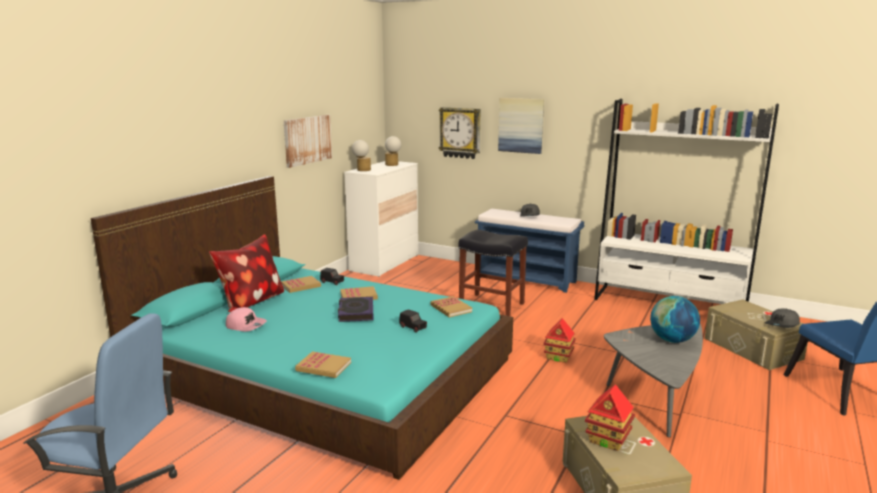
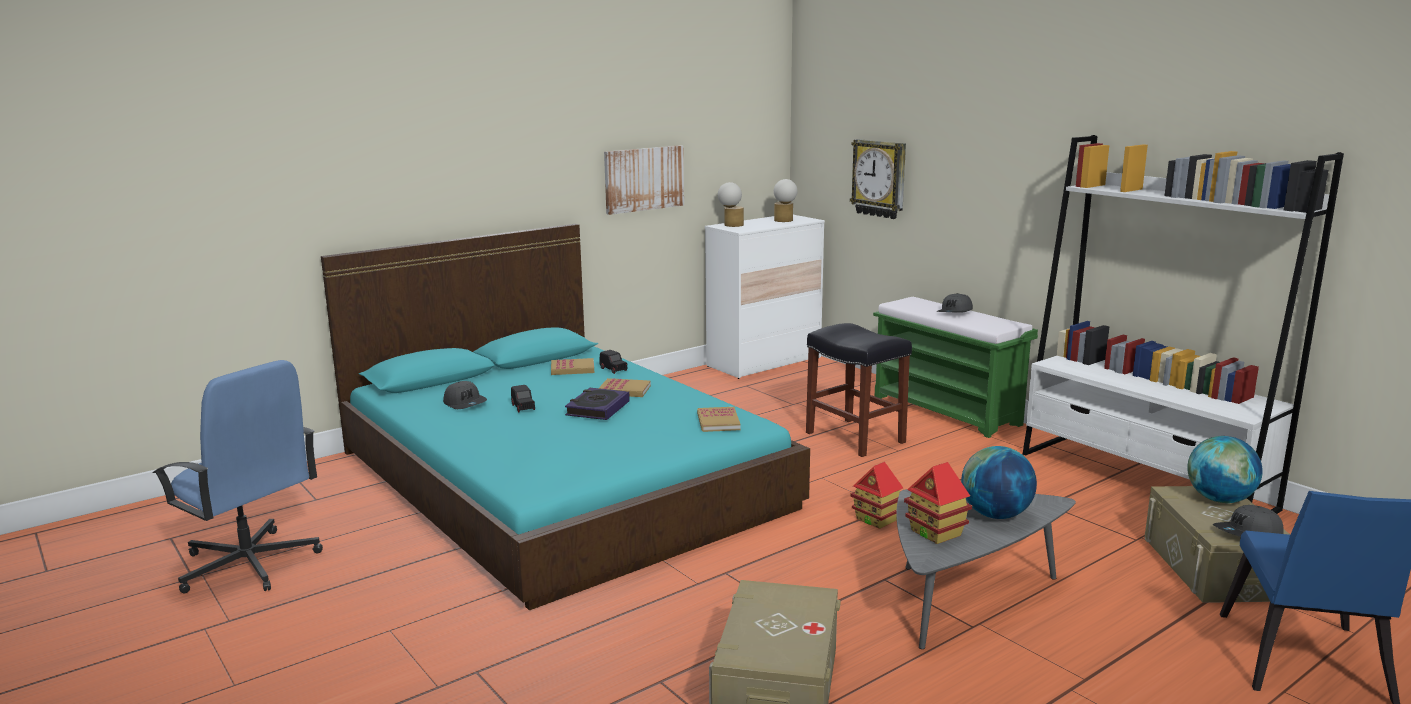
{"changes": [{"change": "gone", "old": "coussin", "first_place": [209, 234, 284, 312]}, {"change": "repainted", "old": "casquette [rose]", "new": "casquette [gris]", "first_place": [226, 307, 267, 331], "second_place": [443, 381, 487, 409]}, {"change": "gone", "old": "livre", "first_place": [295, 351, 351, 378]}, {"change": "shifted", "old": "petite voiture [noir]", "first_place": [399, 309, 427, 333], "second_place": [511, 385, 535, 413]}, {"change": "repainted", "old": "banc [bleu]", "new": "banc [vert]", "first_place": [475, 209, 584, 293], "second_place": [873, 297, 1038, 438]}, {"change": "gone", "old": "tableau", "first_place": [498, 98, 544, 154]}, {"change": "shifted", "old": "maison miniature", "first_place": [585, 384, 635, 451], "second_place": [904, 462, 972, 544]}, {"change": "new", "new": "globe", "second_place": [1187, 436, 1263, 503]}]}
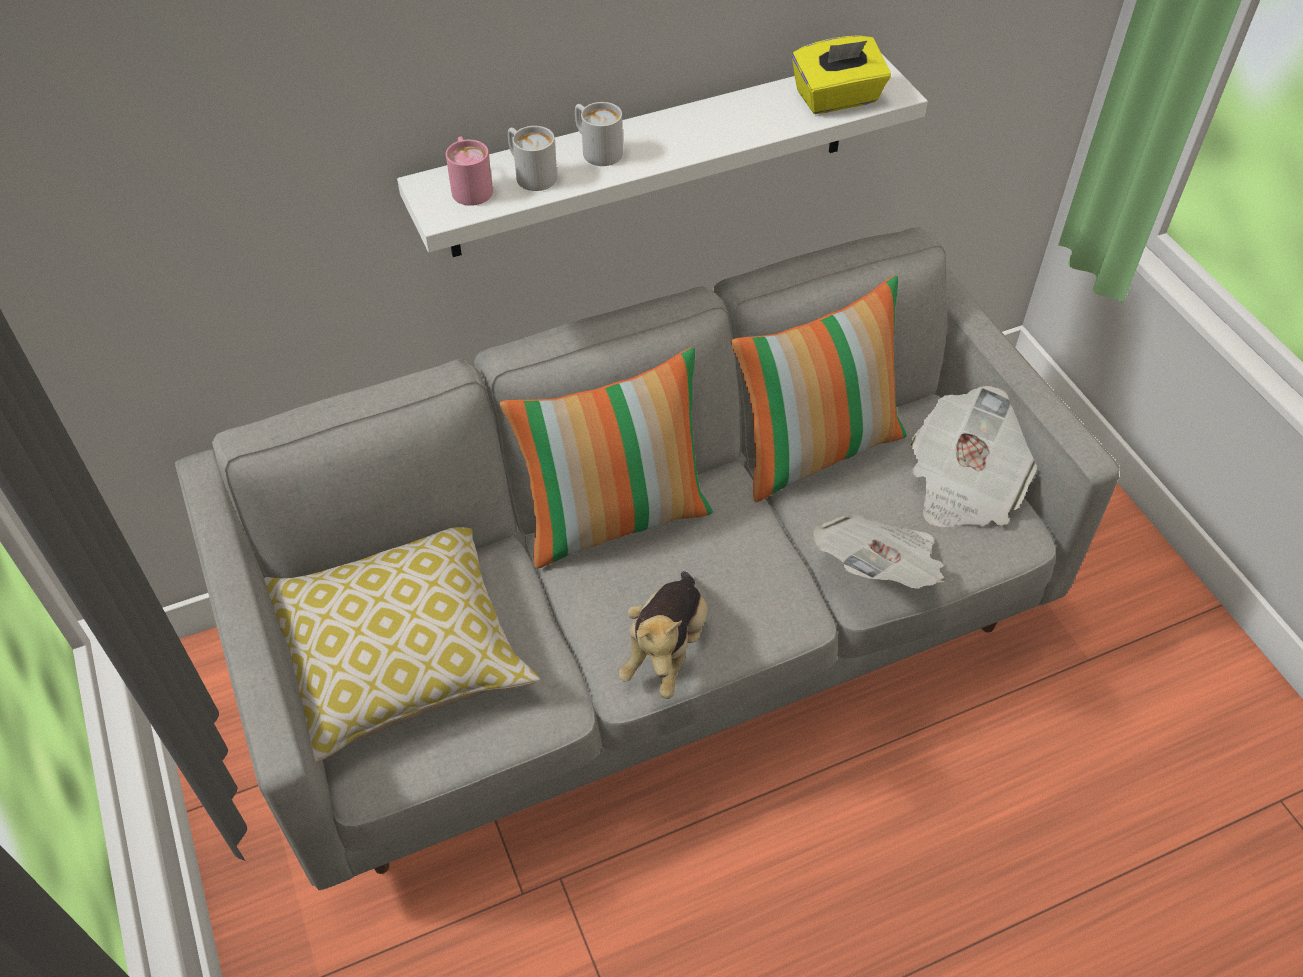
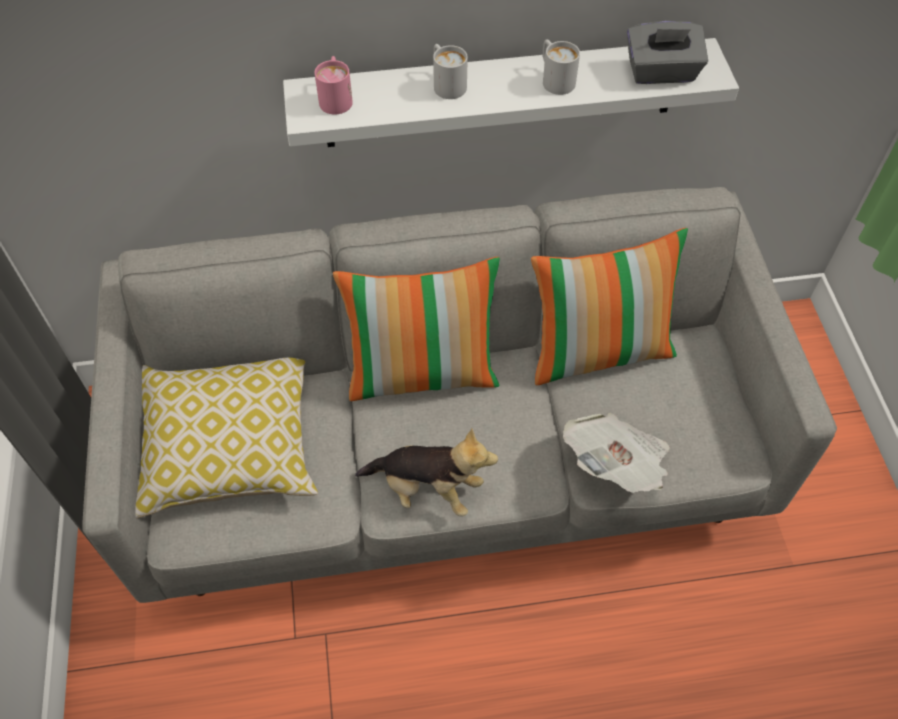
{"changes": [{"change": "shifted", "old": "mug [blanc]", "first_place": [508, 126, 557, 191], "second_place": [543, 39, 580, 95]}, {"change": "rotated", "old": "peluche", "first_place": [619, 571, 707, 699], "second_place": [355, 428, 498, 517], "degrees": -105}, {"change": "repainted", "old": "boîte à mouchoirs [jaune]", "new": "boîte à mouchoirs [gris]", "first_place": [792, 35, 891, 114], "second_place": [627, 21, 708, 84]}, {"change": "gone", "old": "journal", "first_place": [911, 386, 1037, 527]}]}
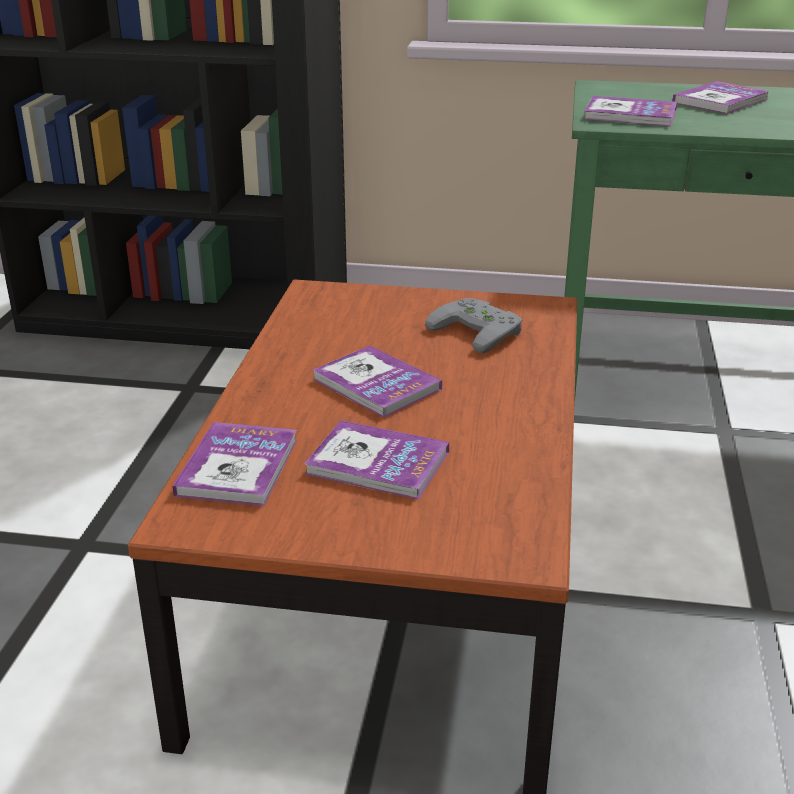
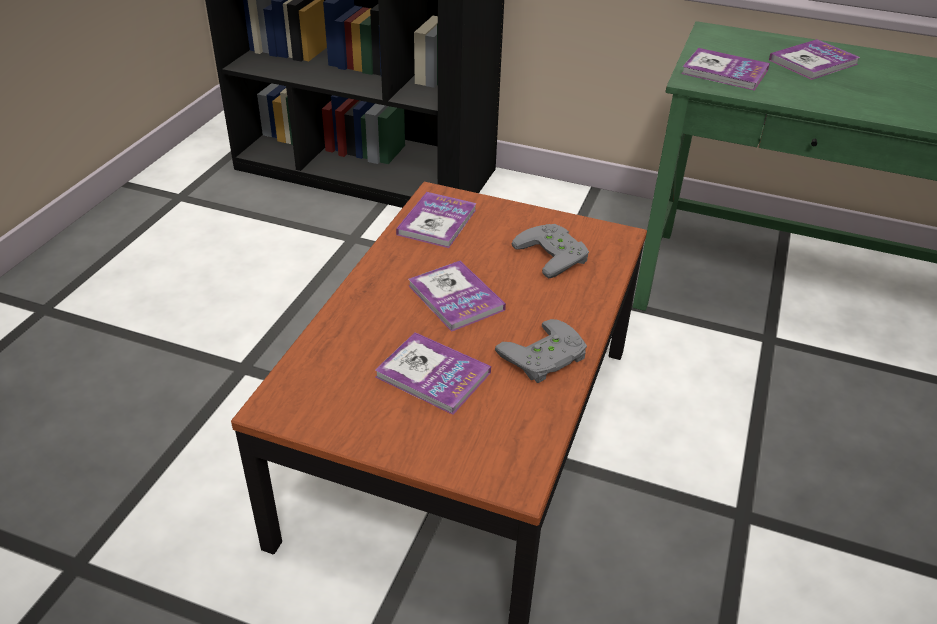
{"changes": [{"change": "shifted", "old": "livre", "first_place": [172, 422, 297, 506], "second_place": [396, 192, 477, 248]}, {"change": "new", "new": "manette [gris]", "second_place": [495, 319, 587, 383]}]}
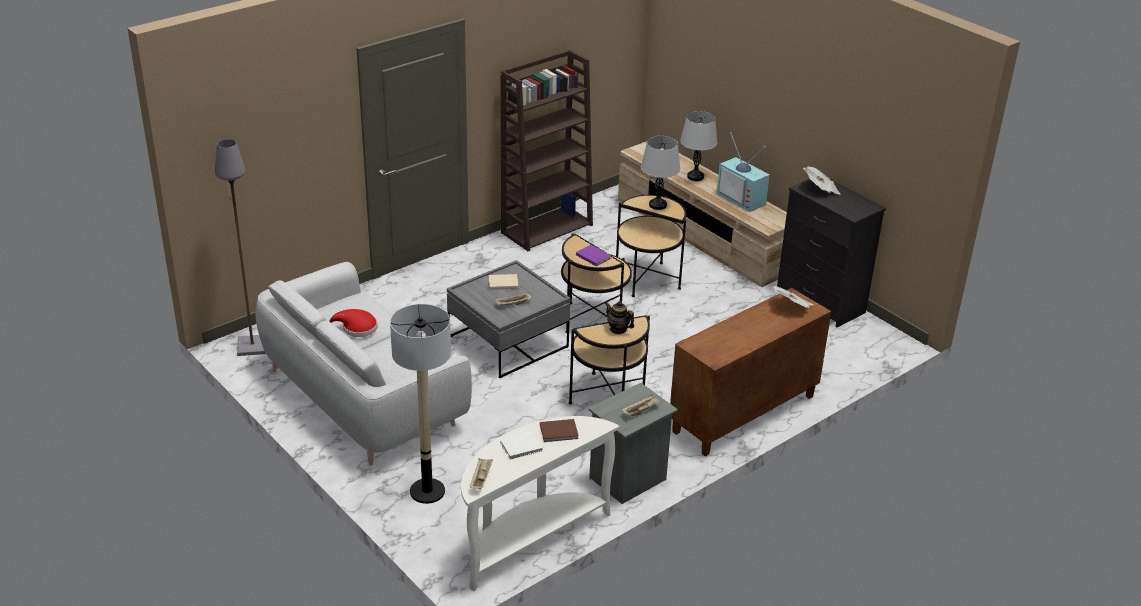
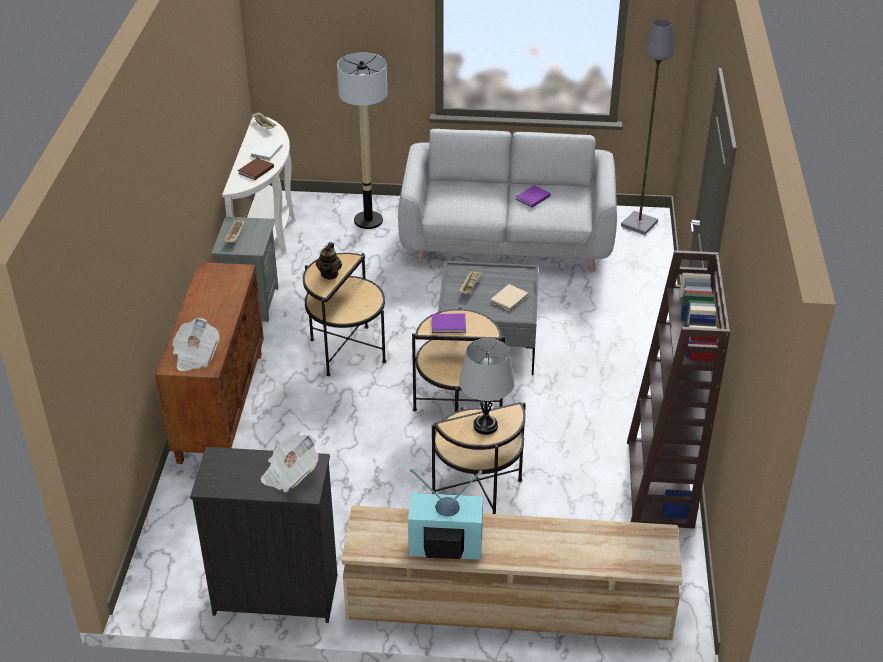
{"changes": [{"change": "swapped", "old": "chapeau [rouge]", "new": "livre [violet]", "first_place": [329, 309, 377, 337], "second_place": [516, 185, 551, 208]}, {"change": "rotated", "old": "théière", "first_place": [605, 301, 634, 334], "second_place": [316, 242, 342, 279], "degrees": 105}, {"change": "gone", "old": "lampe de table [gris]", "first_place": [680, 111, 717, 181]}]}
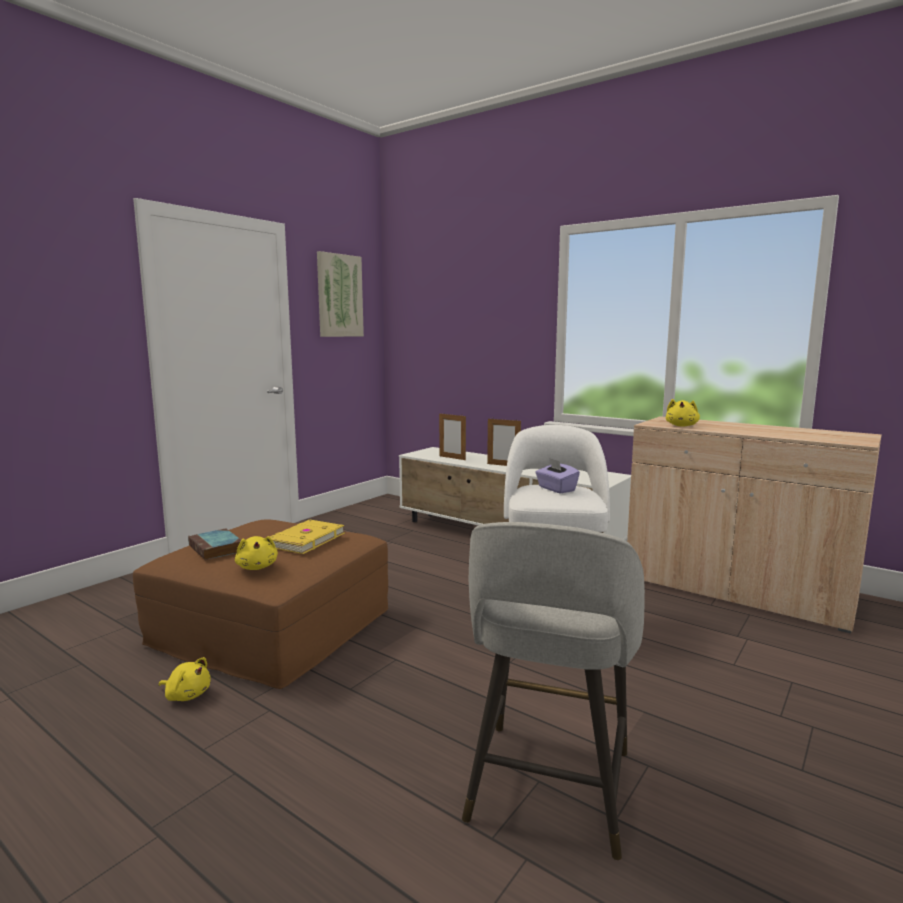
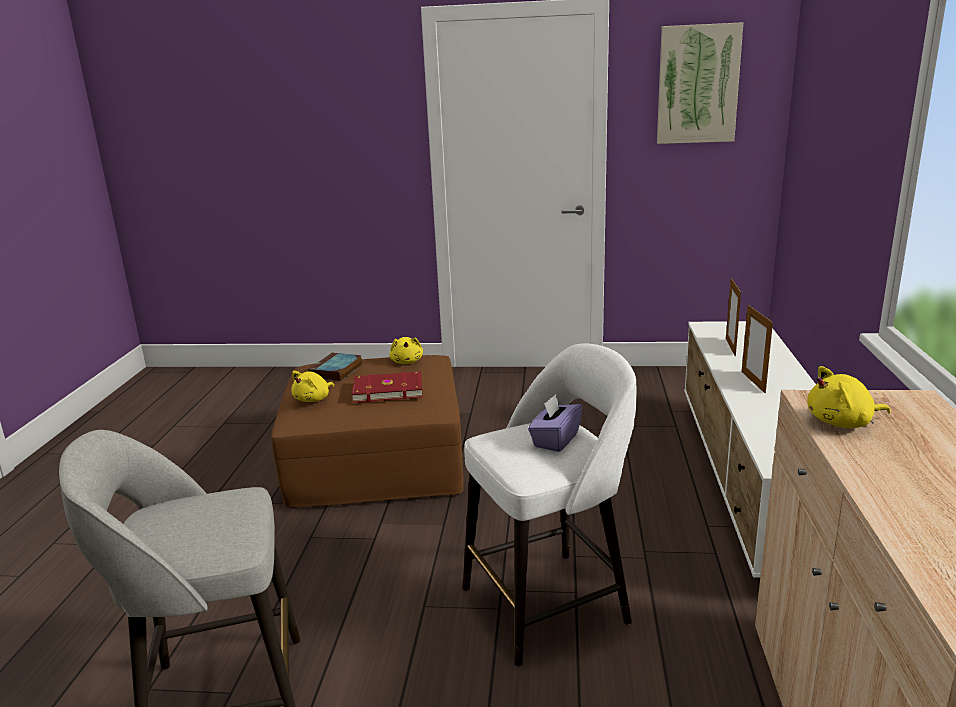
{"changes": [{"change": "shifted", "old": "peluche [jaune]", "first_place": [159, 657, 211, 701], "second_place": [389, 337, 423, 364]}, {"change": "repainted", "old": "livre [jaune]", "new": "livre [rouge]", "first_place": [270, 519, 345, 554], "second_place": [352, 371, 423, 403]}]}
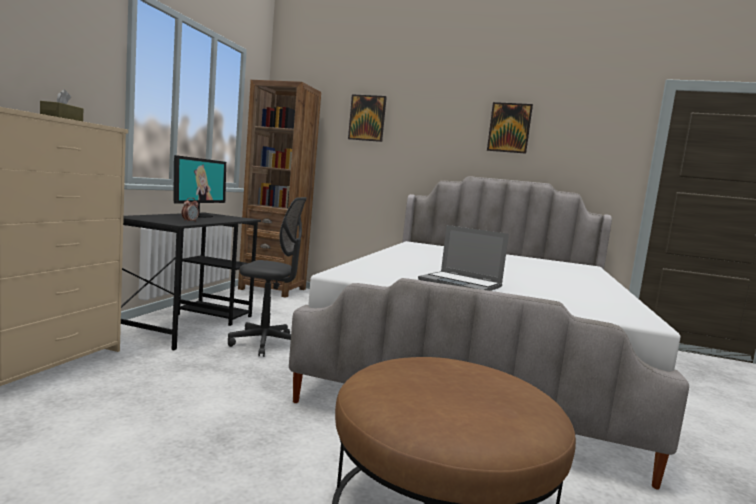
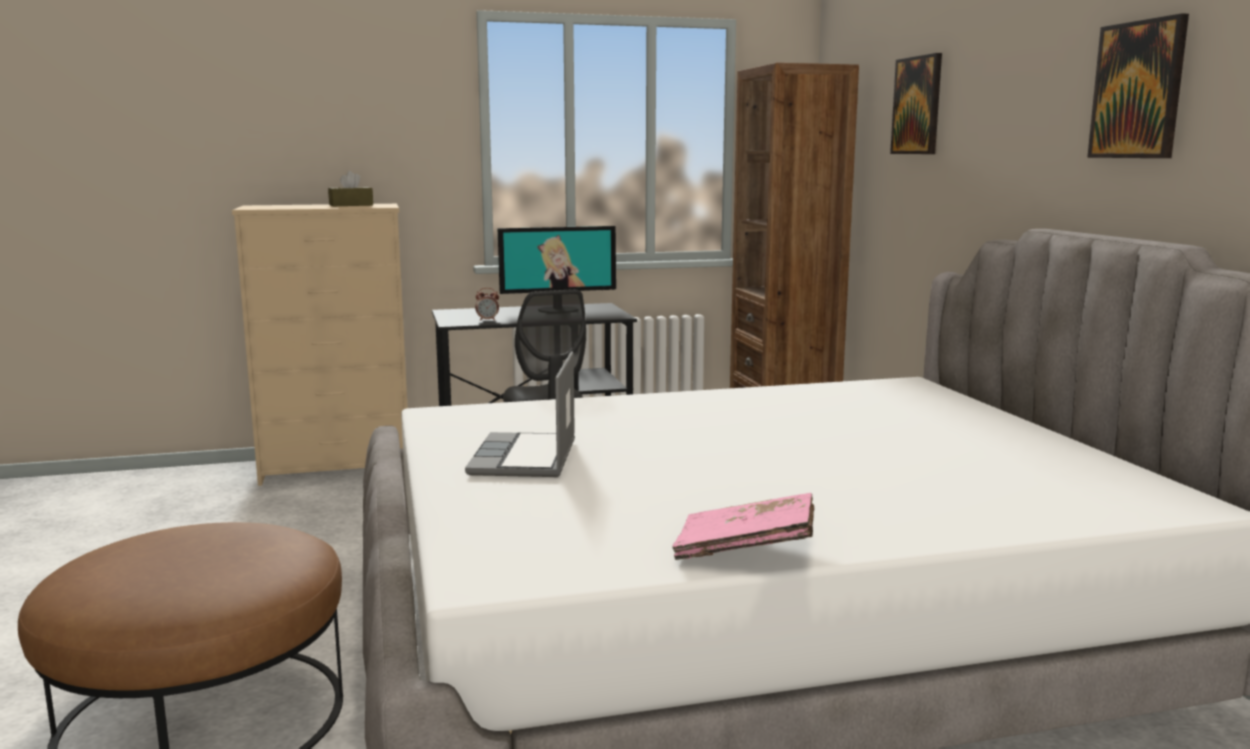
{"changes": [{"change": "new", "new": "livre [rose]", "second_place": [672, 493, 814, 560]}]}
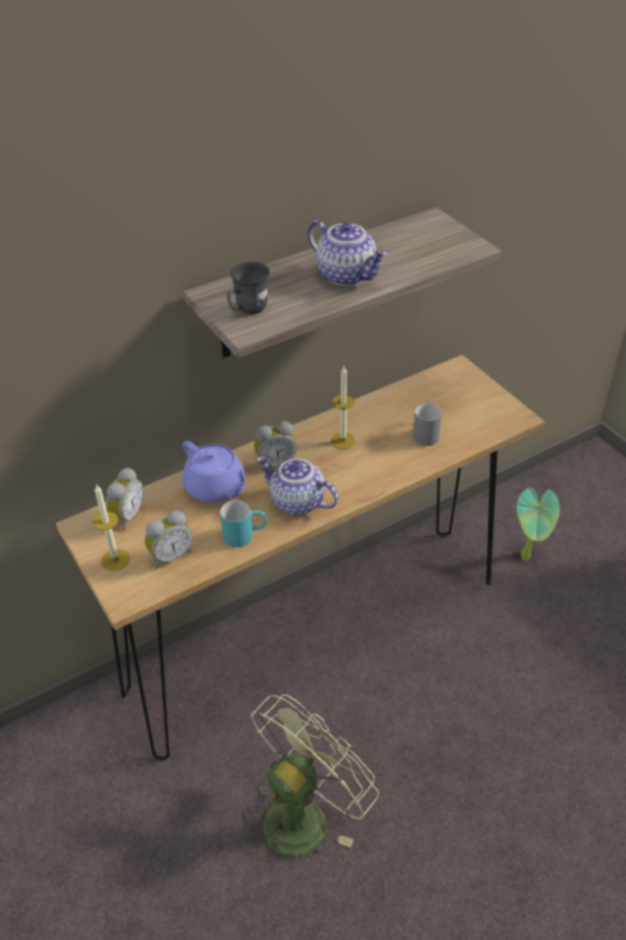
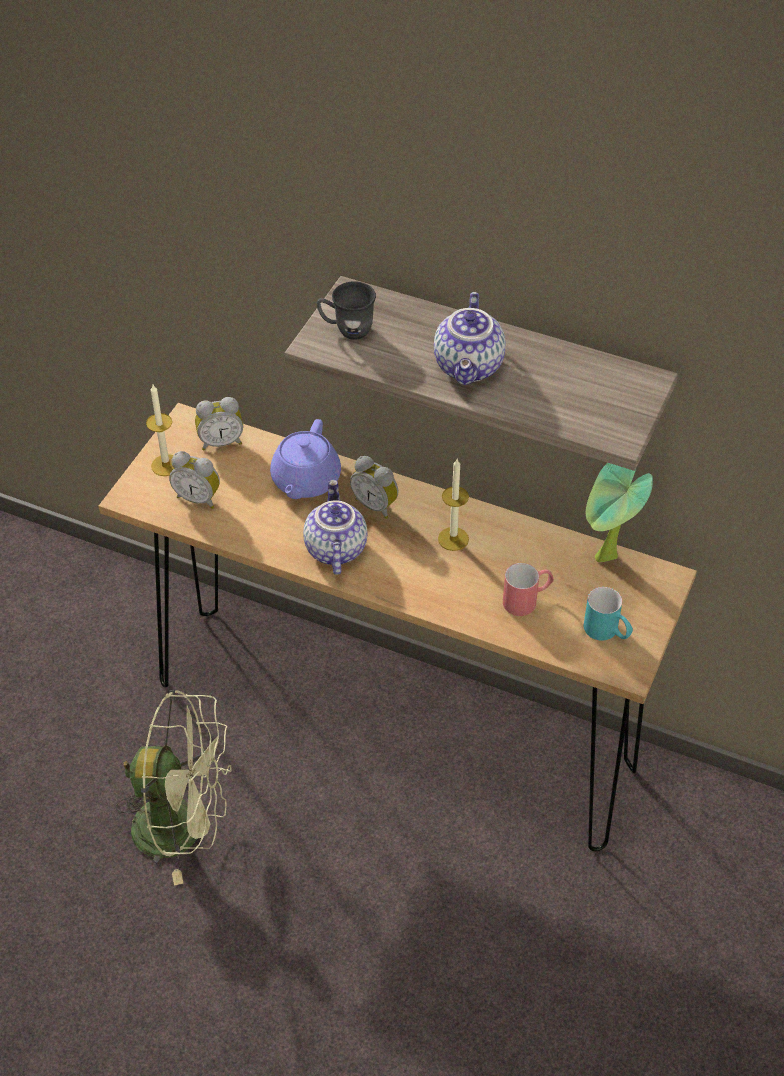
{"changes": [{"change": "shifted", "old": "mug [turquoise]", "first_place": [220, 500, 267, 547], "second_place": [584, 587, 633, 641]}, {"change": "repainted", "old": "mug [gris]", "new": "mug [rouge]", "first_place": [413, 401, 442, 446], "second_place": [503, 563, 554, 616]}, {"change": "shifted", "old": "plante en pot", "first_place": [517, 488, 560, 561], "second_place": [586, 463, 653, 562]}]}
